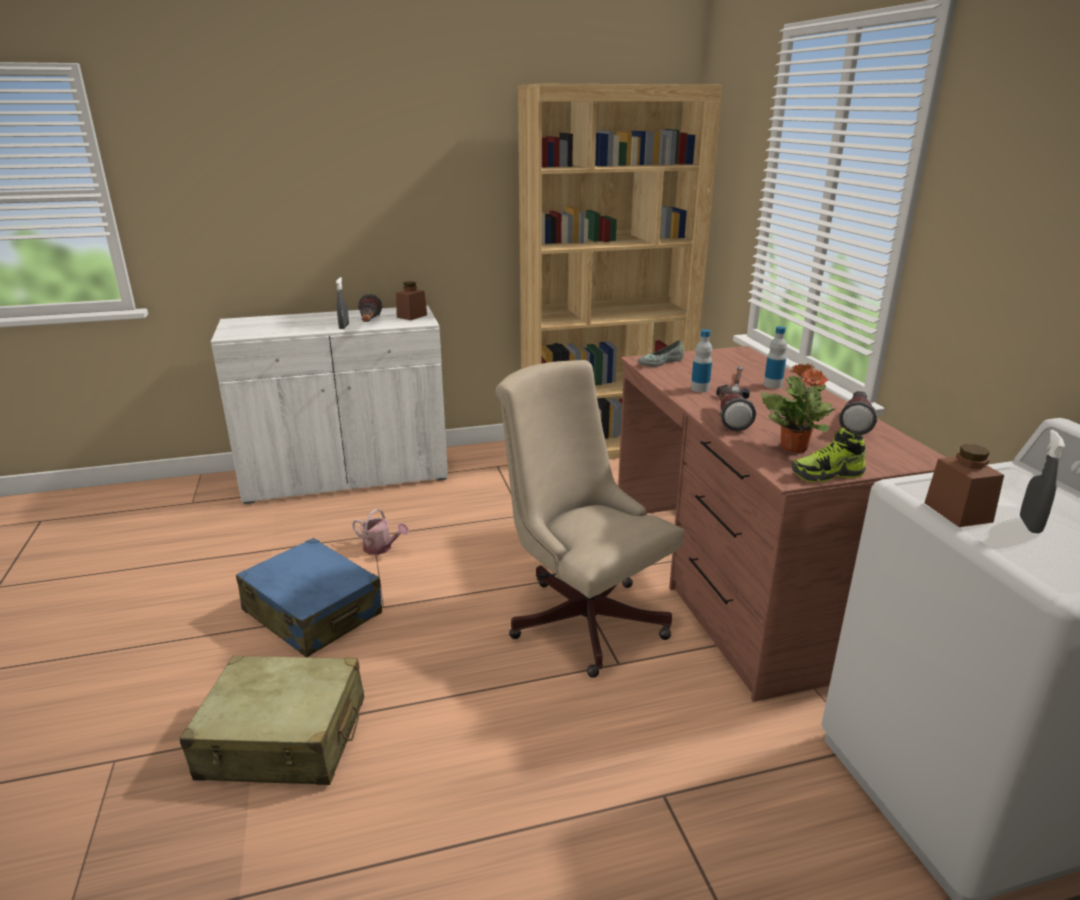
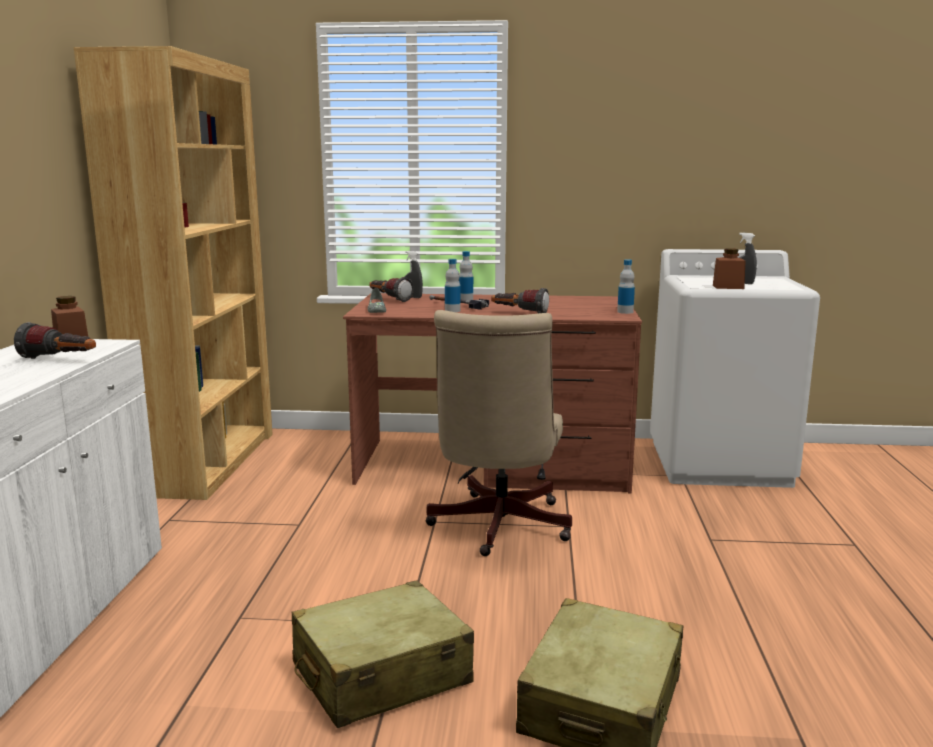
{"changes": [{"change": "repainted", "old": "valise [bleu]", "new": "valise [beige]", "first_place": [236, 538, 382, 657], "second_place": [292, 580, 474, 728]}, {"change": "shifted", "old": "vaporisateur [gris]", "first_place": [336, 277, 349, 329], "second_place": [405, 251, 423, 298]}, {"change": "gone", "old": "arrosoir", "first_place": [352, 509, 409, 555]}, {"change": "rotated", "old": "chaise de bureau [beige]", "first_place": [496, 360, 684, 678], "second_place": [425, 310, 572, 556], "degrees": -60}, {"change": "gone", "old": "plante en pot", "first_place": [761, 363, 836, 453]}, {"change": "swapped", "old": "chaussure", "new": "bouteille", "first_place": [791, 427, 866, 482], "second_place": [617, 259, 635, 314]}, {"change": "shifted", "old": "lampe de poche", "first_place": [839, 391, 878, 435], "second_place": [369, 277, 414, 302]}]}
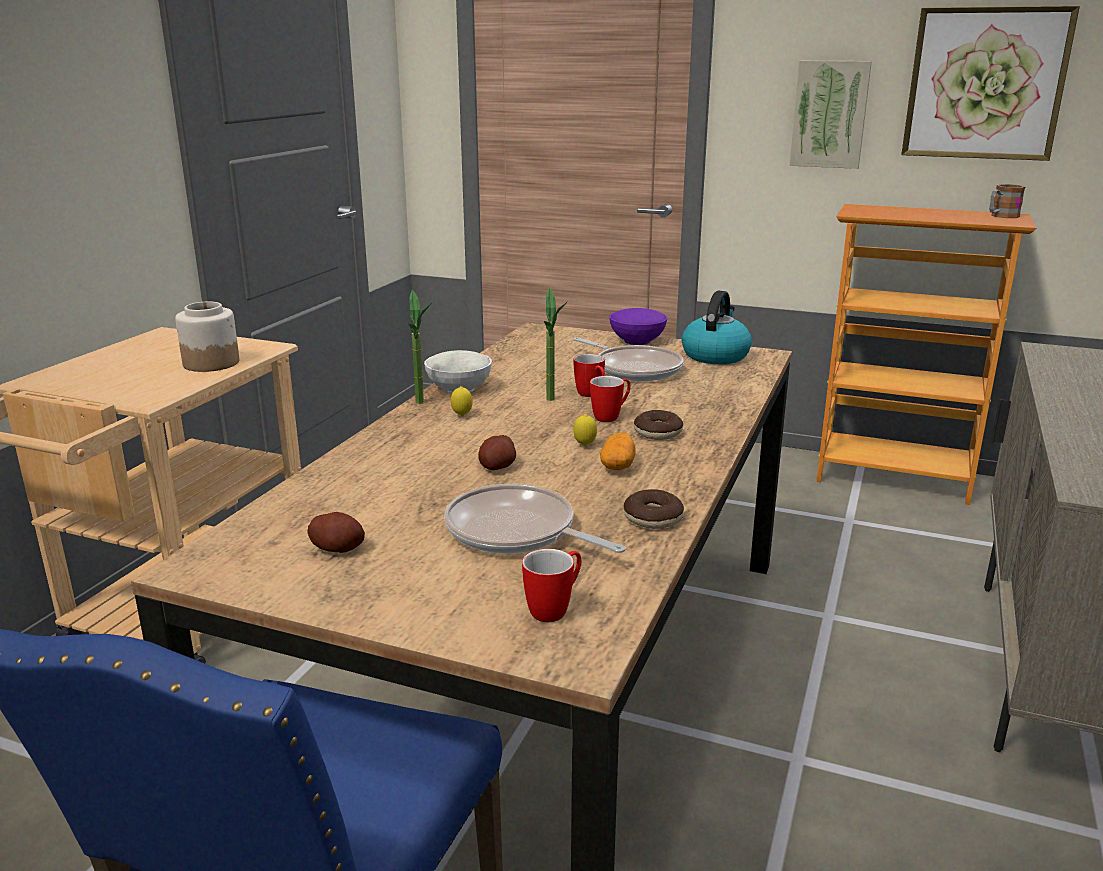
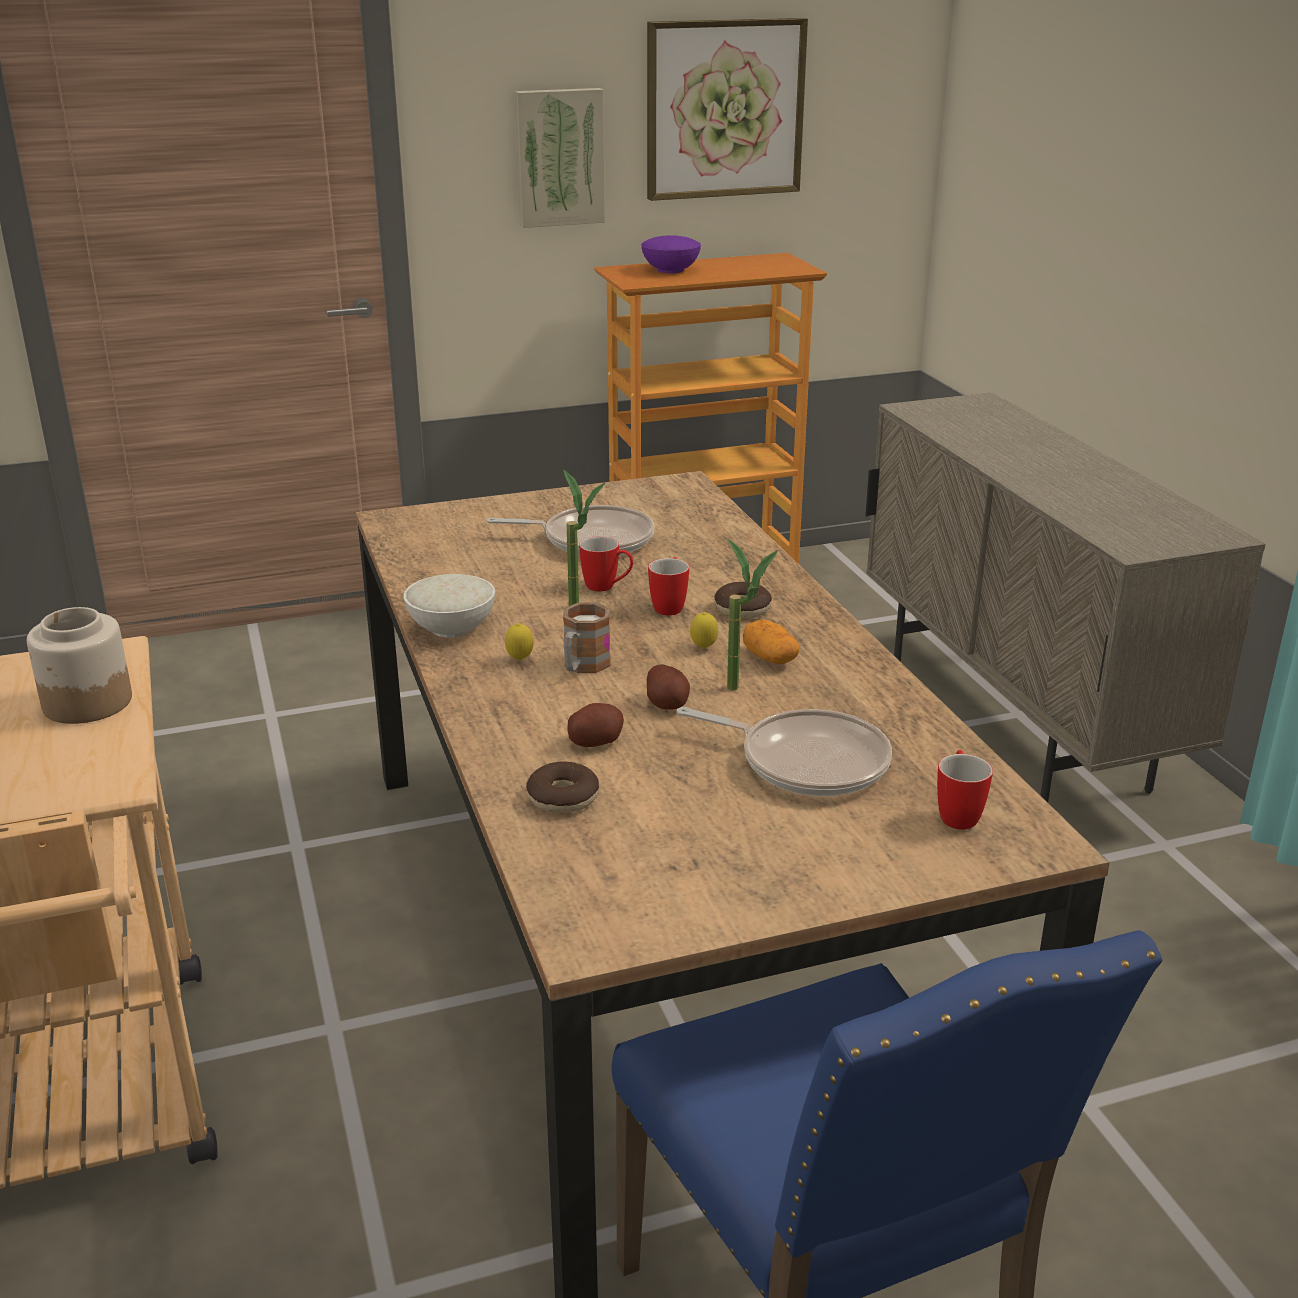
{"changes": [{"change": "shifted", "old": "pomme de terre", "first_place": [307, 512, 365, 553], "second_place": [567, 703, 624, 747]}, {"change": "shifted", "old": "plante en pot", "first_place": [409, 289, 431, 404], "second_place": [727, 539, 778, 691]}, {"change": "rotated", "old": "poêle", "first_place": [444, 484, 626, 554], "second_place": [677, 707, 892, 796], "degrees": -150}, {"change": "shifted", "old": "bol [violet]", "first_place": [609, 308, 667, 345], "second_place": [641, 235, 701, 273]}, {"change": "shifted", "old": "beignet", "first_place": [624, 489, 684, 529], "second_place": [526, 762, 599, 813]}, {"change": "gone", "old": "bouilloire", "first_place": [682, 291, 752, 364]}, {"change": "shifted", "old": "mug", "first_place": [989, 184, 1026, 218], "second_place": [563, 603, 611, 673]}]}
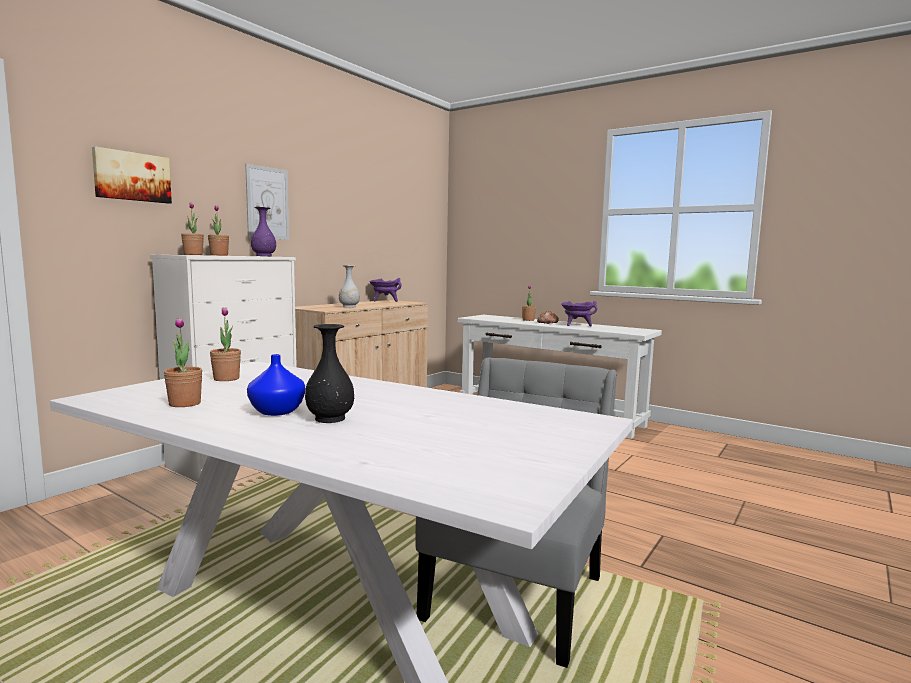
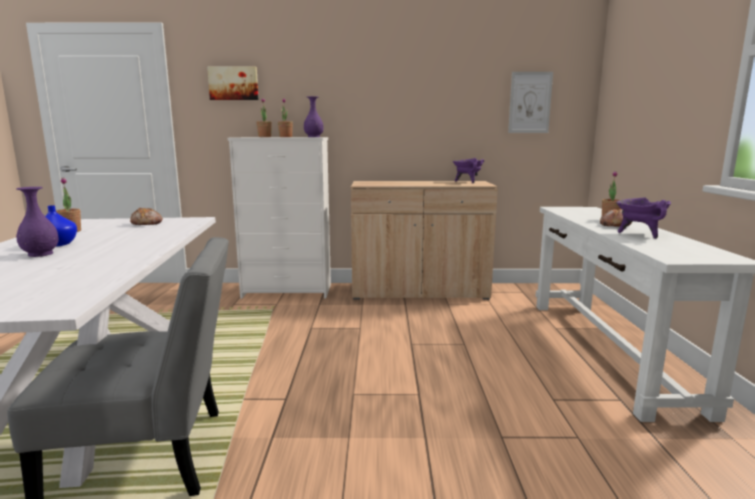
{"changes": [{"change": "swapped", "old": "plante en pot", "new": "pain", "first_place": [210, 307, 241, 381], "second_place": [130, 208, 163, 225]}, {"change": "shifted", "old": "tableau", "first_place": [245, 164, 289, 240], "second_place": [508, 72, 553, 133]}, {"change": "repainted", "old": "vase [noir]", "new": "vase [violet]", "first_place": [305, 324, 355, 423], "second_place": [16, 187, 59, 257]}, {"change": "gone", "old": "vase [blanc]", "first_place": [339, 265, 360, 308]}]}
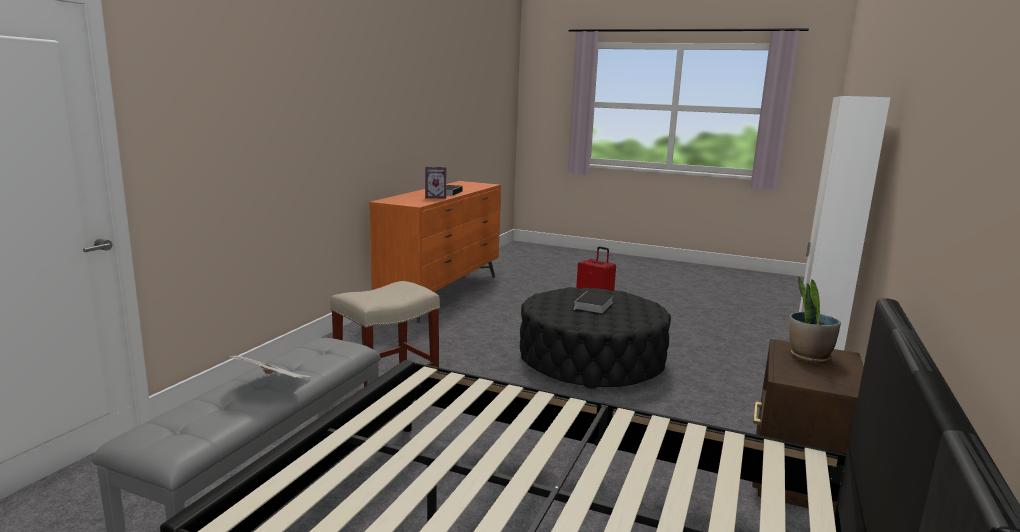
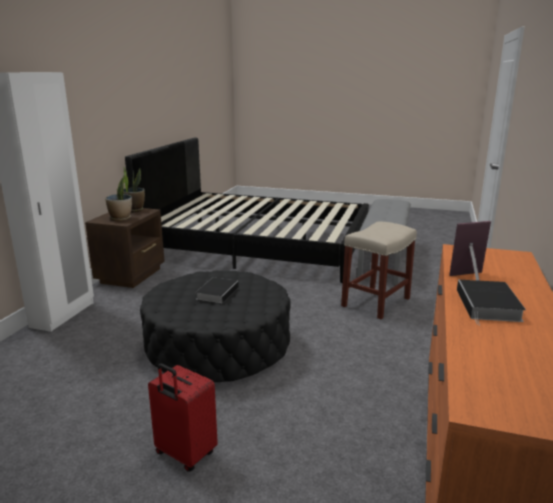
{"changes": [{"change": "gone", "old": "journal", "first_place": [229, 356, 311, 378]}, {"change": "new", "new": "plante en pot", "second_place": [123, 166, 145, 212]}]}
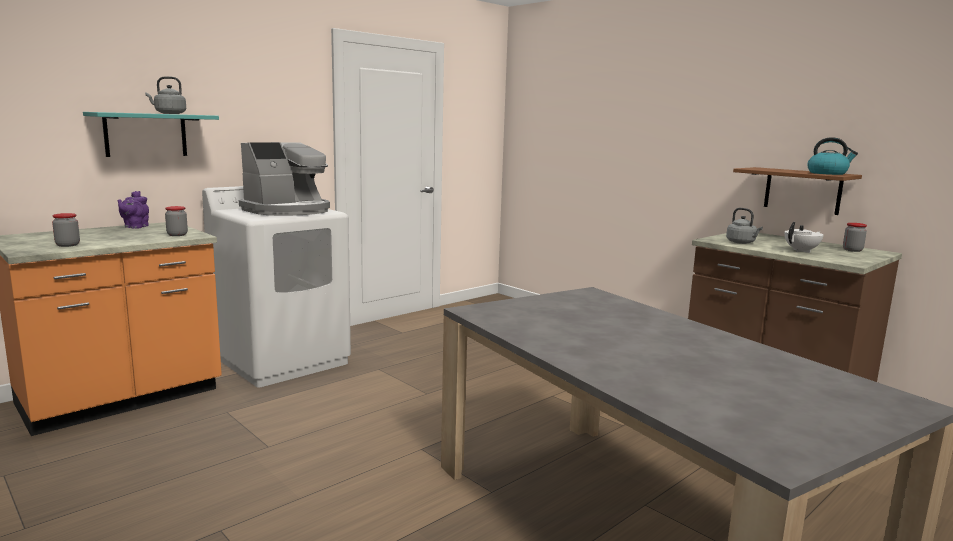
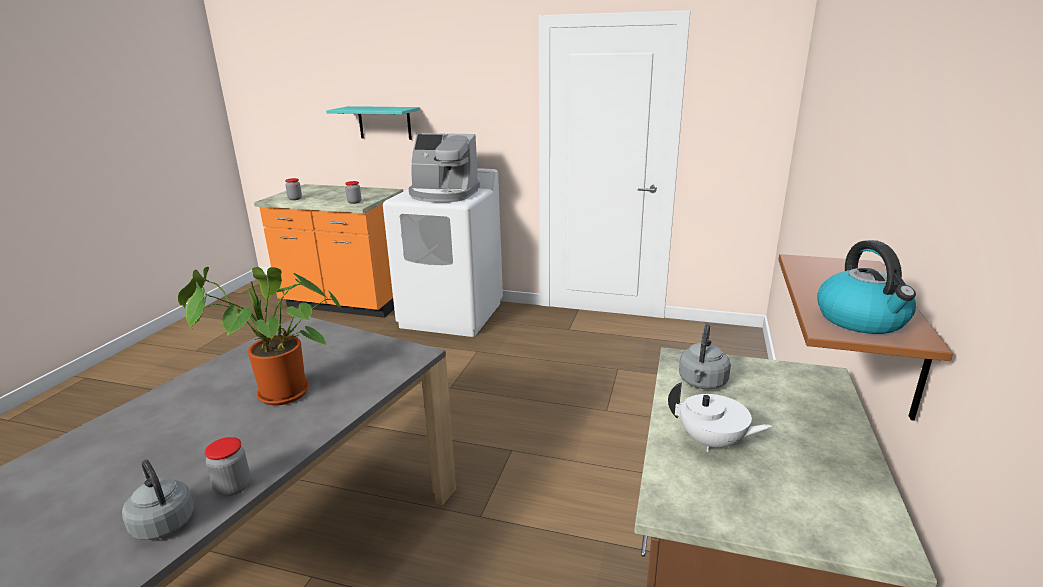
{"changes": [{"change": "gone", "old": "théière [violet]", "first_place": [117, 191, 149, 229]}, {"change": "shifted", "old": "bouilloire [gris]", "first_place": [145, 76, 186, 114], "second_place": [122, 460, 194, 540]}, {"change": "shifted", "old": "bocal", "first_place": [843, 223, 867, 252], "second_place": [205, 437, 251, 496]}, {"change": "new", "new": "plante en pot", "second_place": [178, 267, 343, 405]}]}
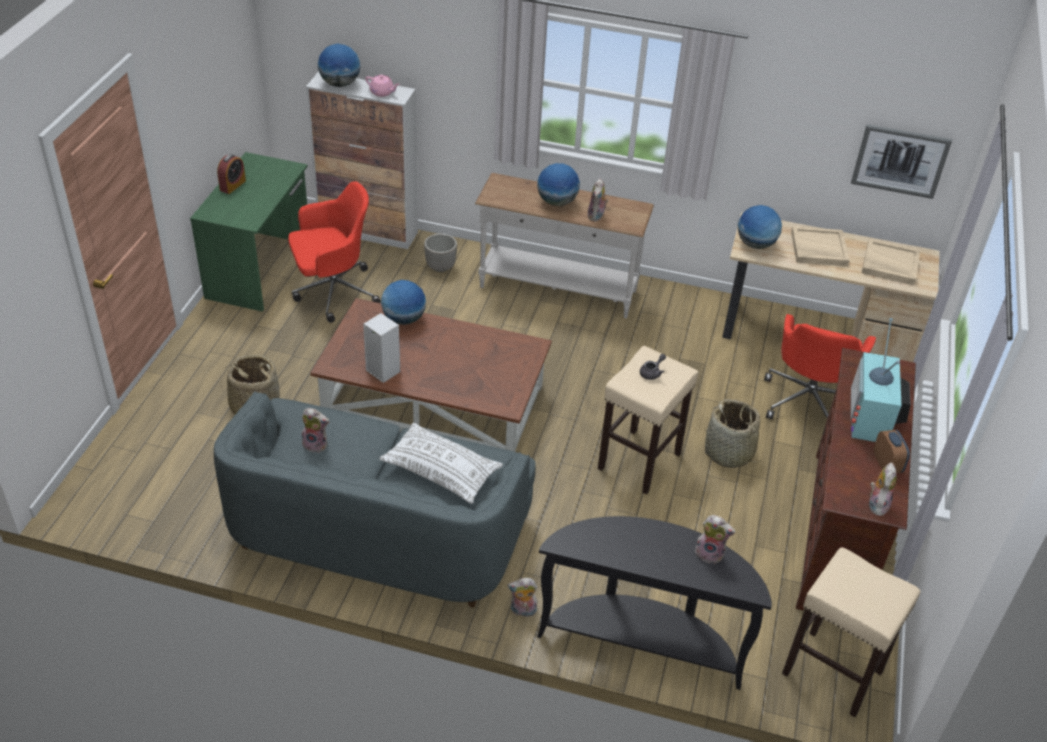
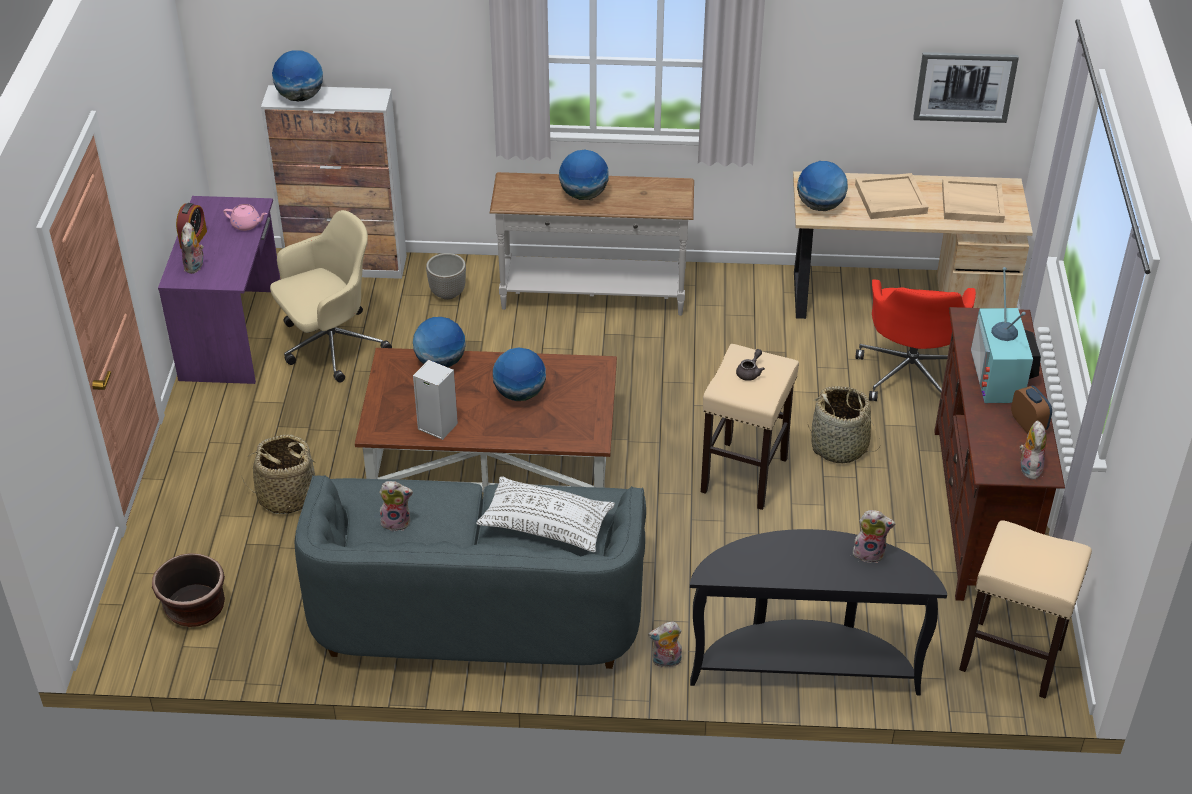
{"changes": [{"change": "repainted", "old": "bureau [vert]", "new": "bureau [violet]", "first_place": [190, 152, 308, 312], "second_place": [158, 196, 281, 384]}, {"change": "repainted", "old": "chaise de bureau [rouge]", "new": "chaise de bureau [beige]", "first_place": [288, 181, 381, 323], "second_place": [270, 210, 392, 383]}, {"change": "shifted", "old": "théière [rose]", "first_place": [365, 75, 400, 97], "second_place": [223, 204, 267, 231]}, {"change": "shifted", "old": "peluche", "first_place": [587, 178, 608, 222], "second_place": [181, 222, 204, 274]}, {"change": "new", "new": "cache-pot [marron]", "second_place": [152, 553, 225, 627]}, {"change": "new", "new": "globe", "second_place": [493, 348, 546, 401]}]}
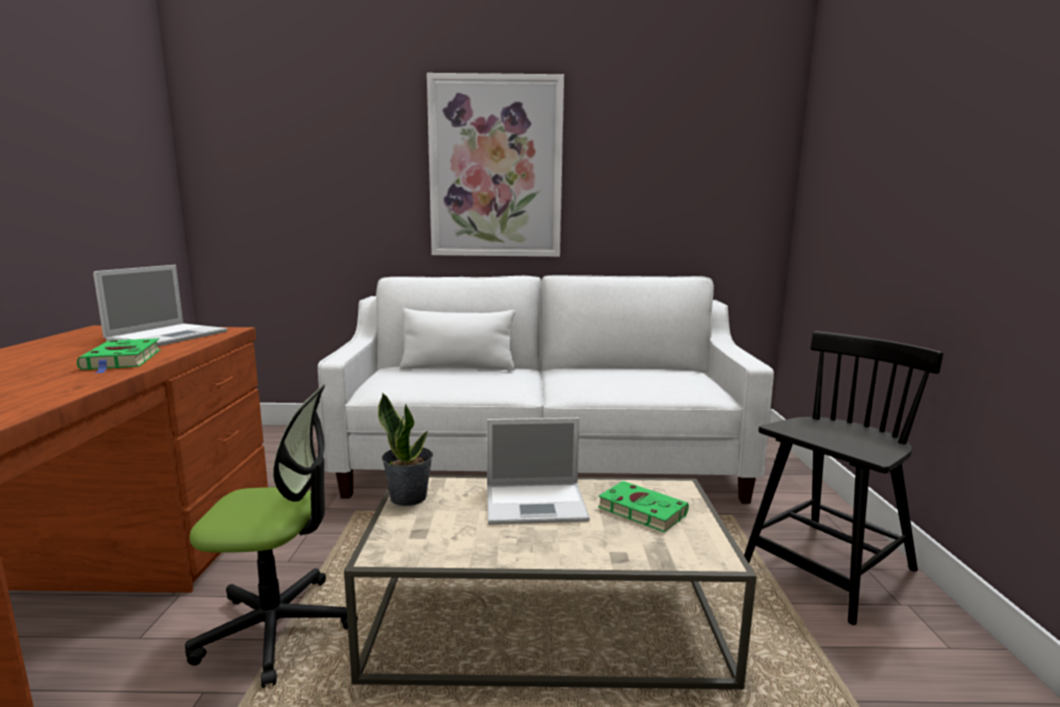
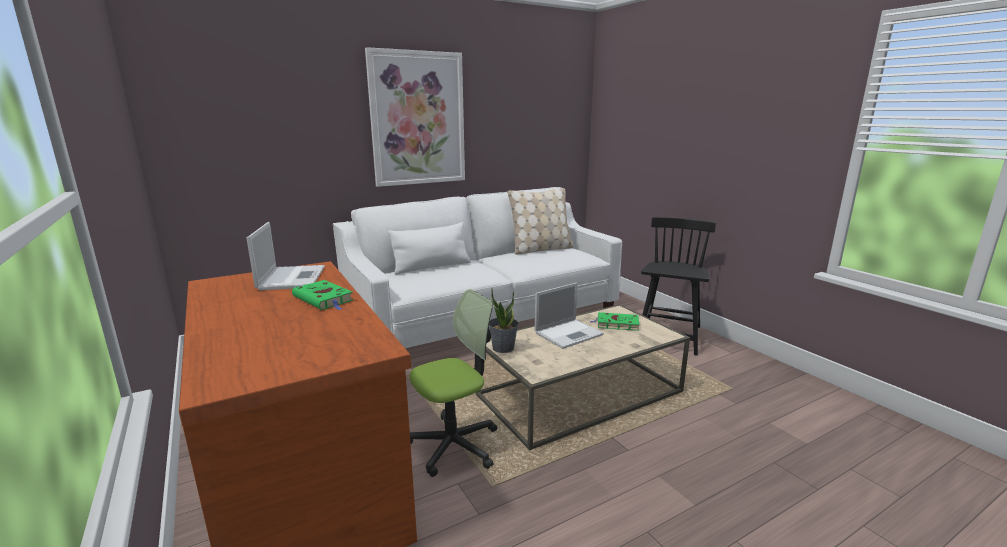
{"changes": [{"change": "new", "new": "coussin [beige]", "second_place": [508, 188, 573, 254]}]}
